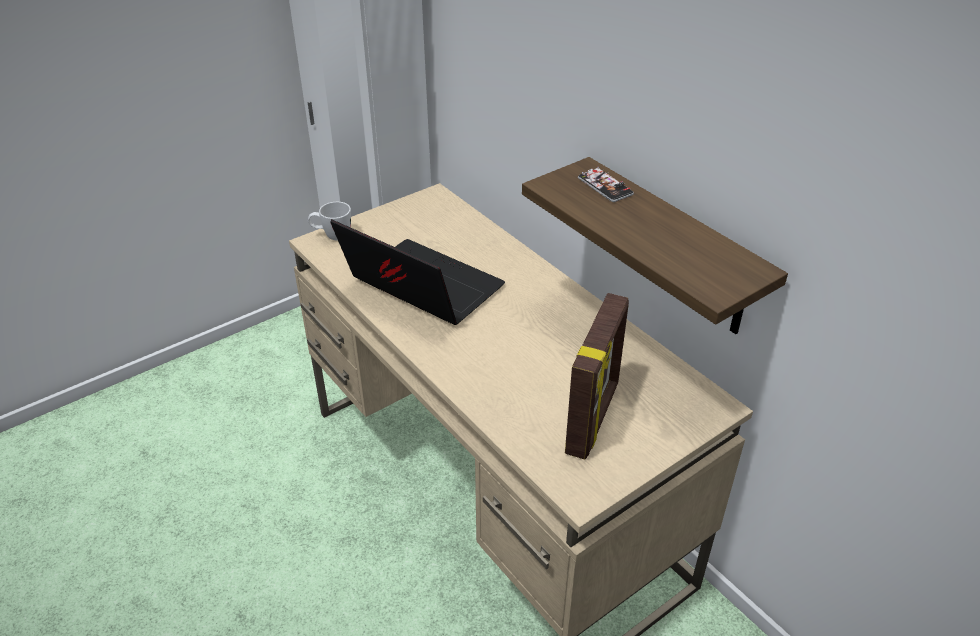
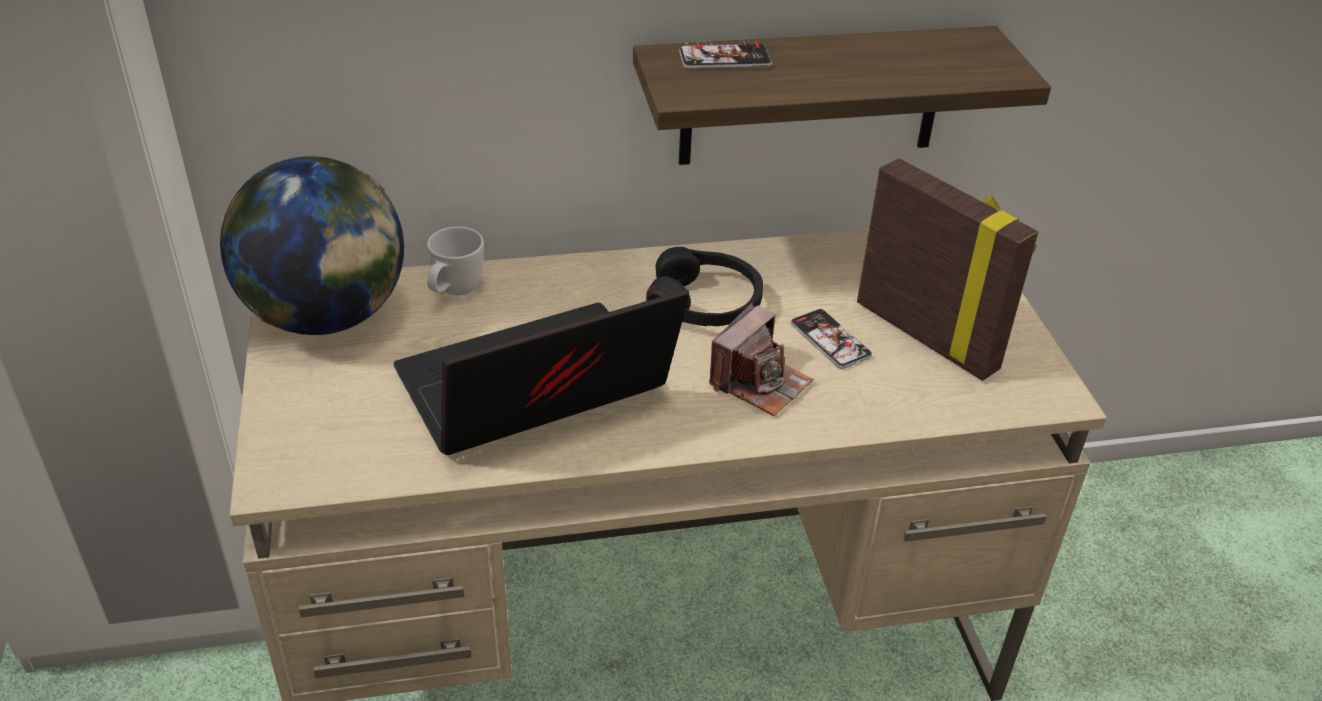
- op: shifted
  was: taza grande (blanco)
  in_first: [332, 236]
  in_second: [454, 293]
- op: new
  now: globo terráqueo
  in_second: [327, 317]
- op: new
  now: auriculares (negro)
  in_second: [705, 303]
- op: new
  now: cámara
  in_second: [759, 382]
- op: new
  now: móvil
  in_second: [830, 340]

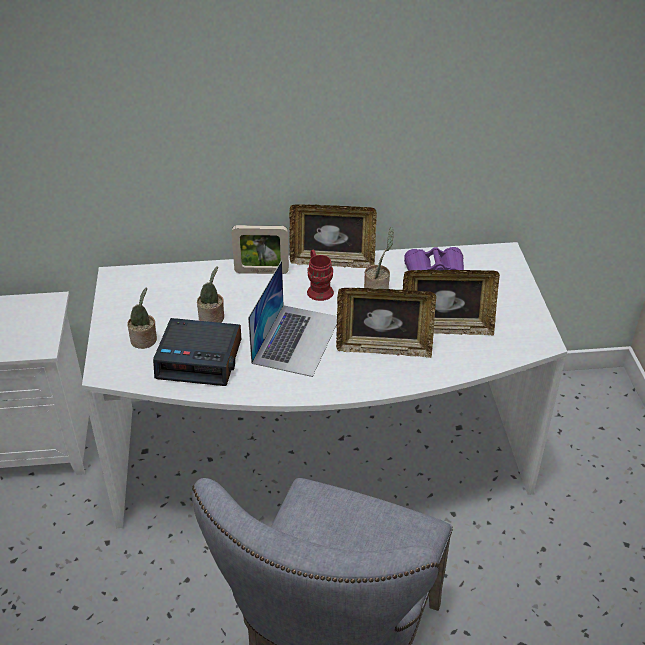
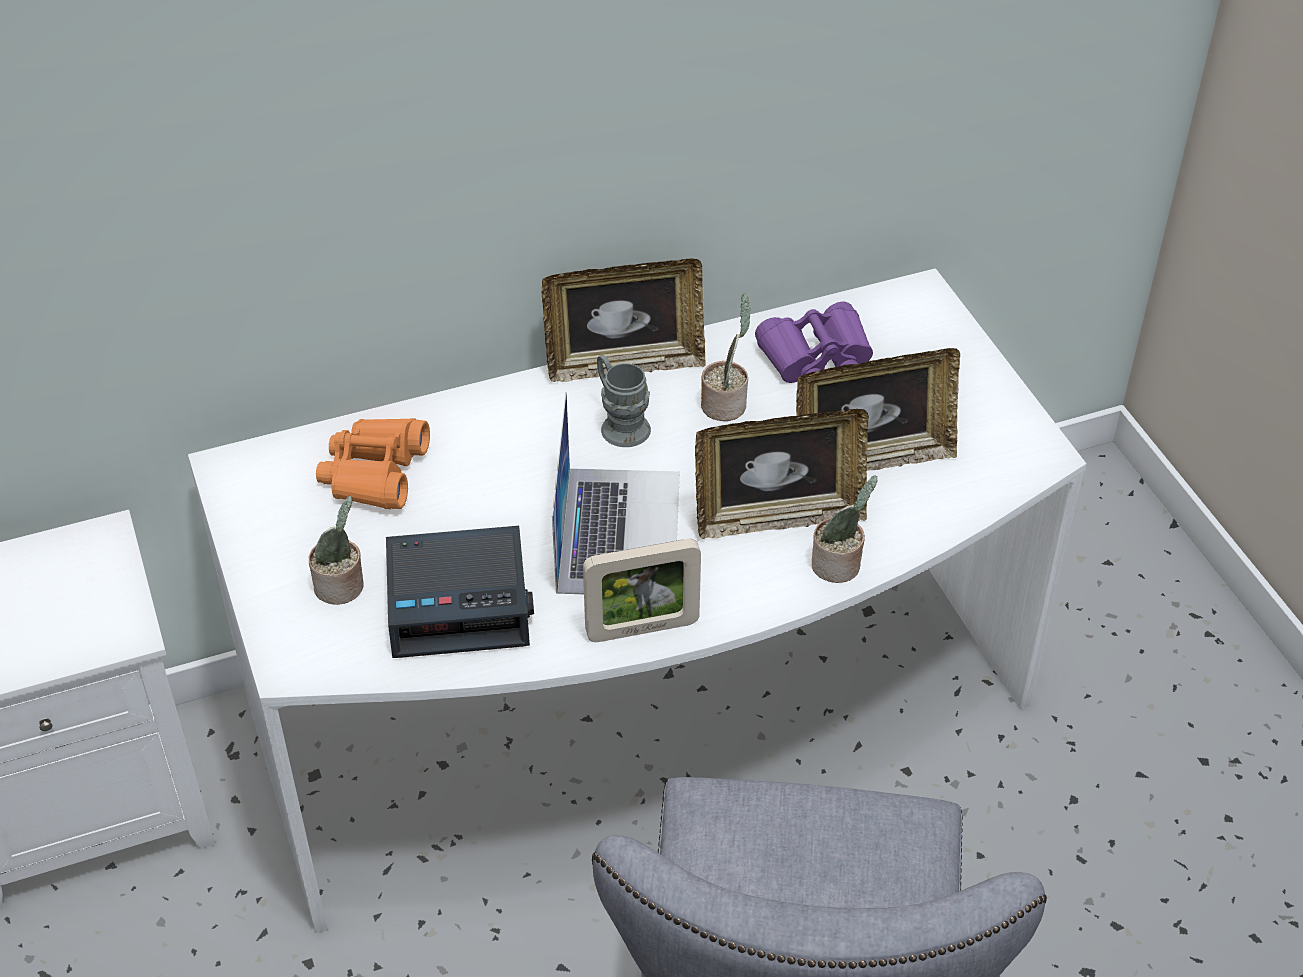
- op: shifted
  was: planta en maceta
  in_first: [212, 319]
  in_second: [839, 566]
- op: shifted
  was: portarretratos
  in_first: [261, 271]
  in_second: [642, 629]
- op: repainted
  was: taza grande (rojo)
  now: taza grande (gris)
  in_first: [318, 289]
  in_second: [620, 424]
- op: new
  now: prismáticos (naranja)
  in_second: [375, 473]

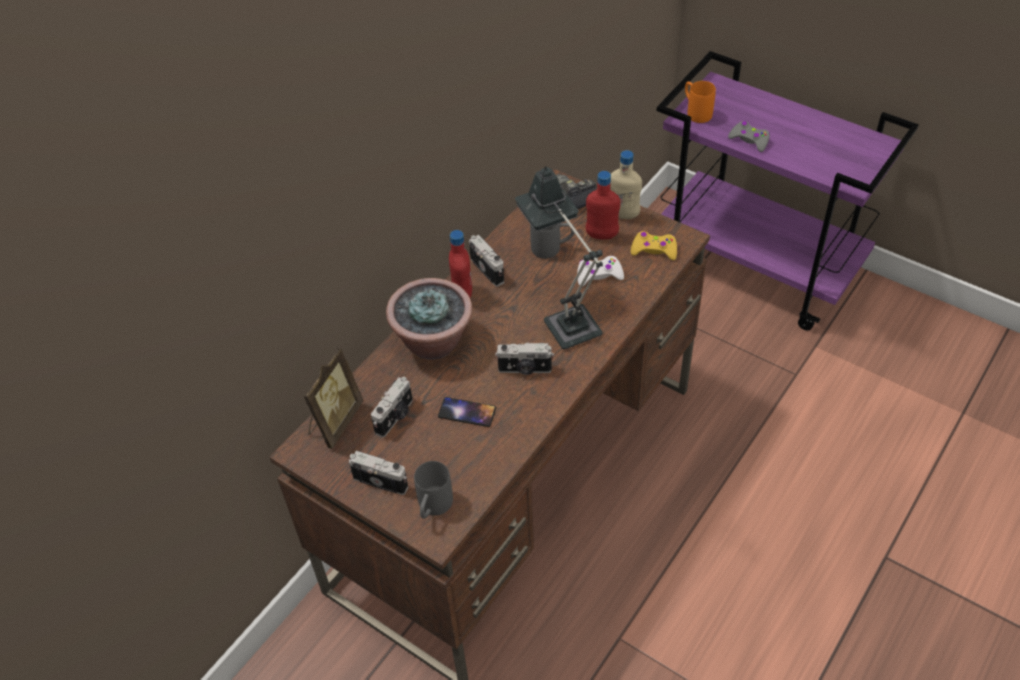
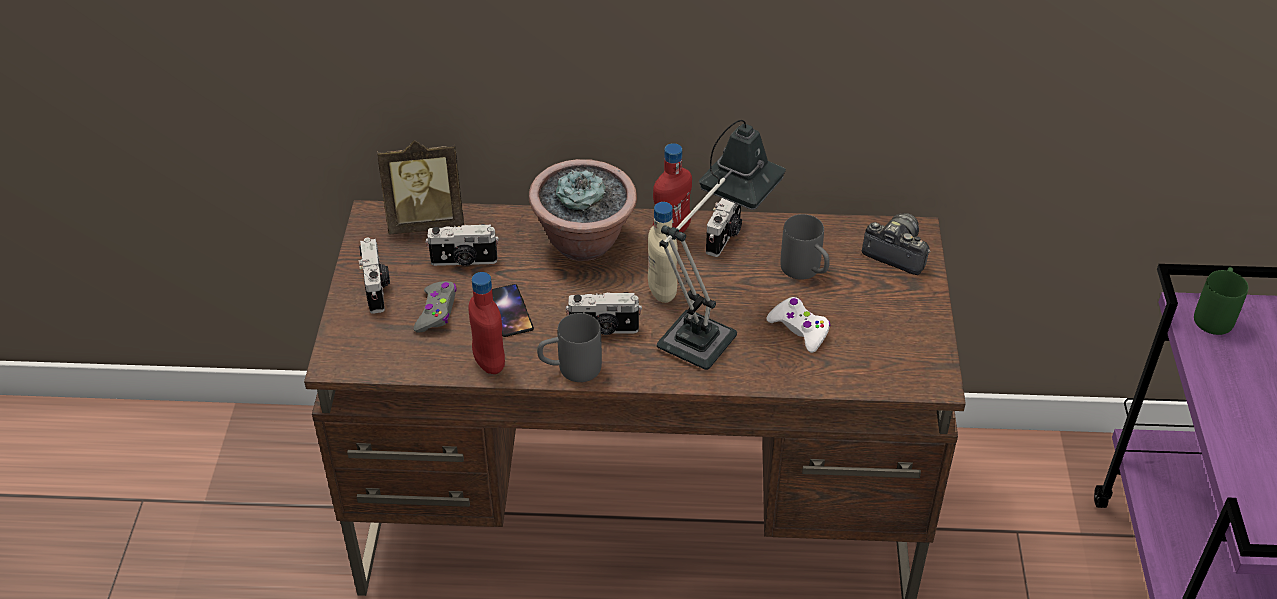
- op: shifted
  was: taza grande (gris)
  in_first: [433, 508]
  in_second: [570, 369]
- op: rotated
  was: cámara
  in_first: [525, 369]
  in_second: [604, 329]
  clockwise: -60
- op: shifted
  was: botella (rojo)
  in_first: [602, 235]
  in_second: [489, 362]
- op: shifted
  was: botella (beis)
  in_first: [623, 214]
  in_second: [662, 291]
- op: gone
  was: mando de consola (amarillo)
  in_first: [654, 250]
- op: repainted
  was: taza grande (naranja)
  now: taza grande (verde)
  in_first: [695, 112]
  in_second: [1215, 315]
- op: shifted
  was: mando de consola (gris)
  in_first: [749, 140]
  in_second: [437, 312]

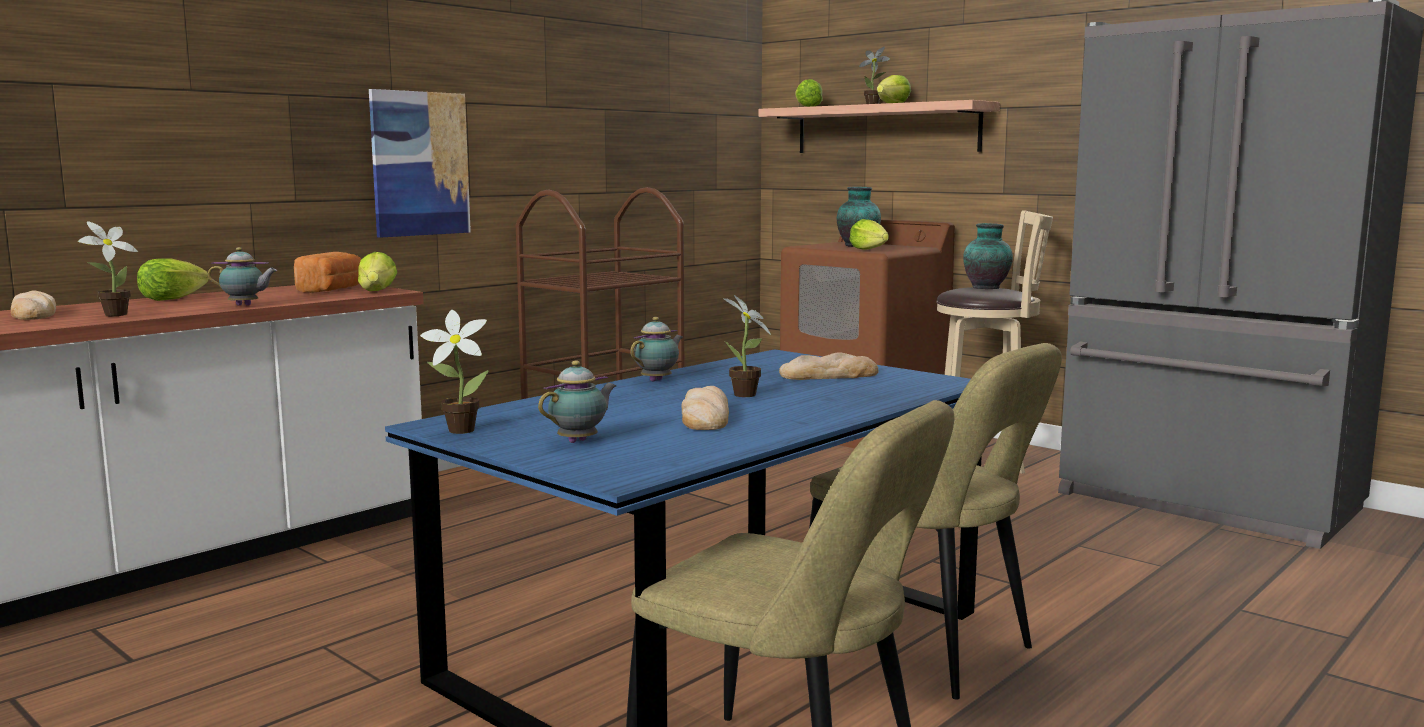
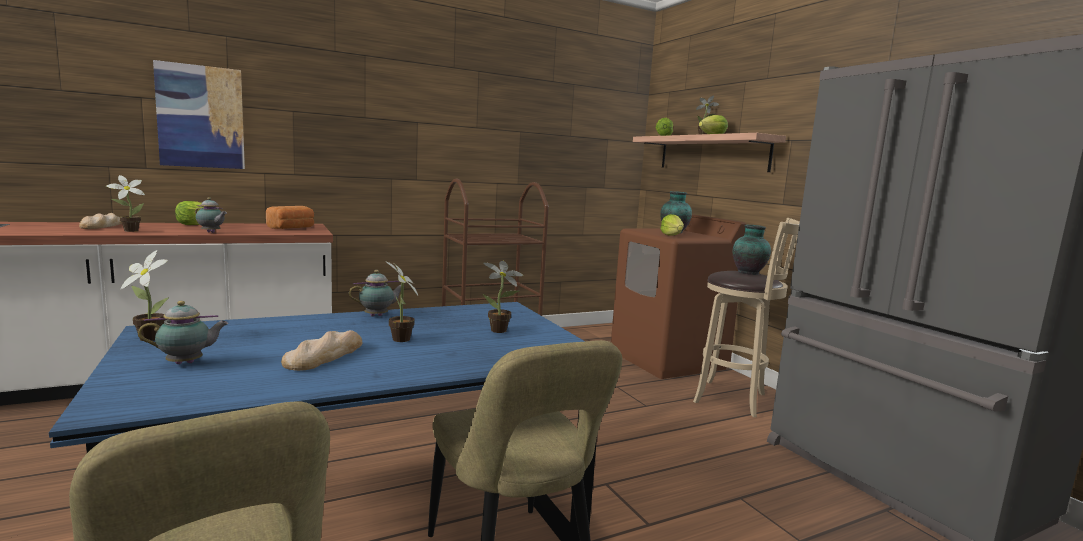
- op: gone
  was: lechuga
  in_first: [377, 291]
- op: shifted
  was: cuadro
  in_first: [420, 164]
  in_second: [201, 117]
- op: swapped
  was: pan
  now: planta en maceta
  in_first: [829, 375]
  in_second: [501, 331]

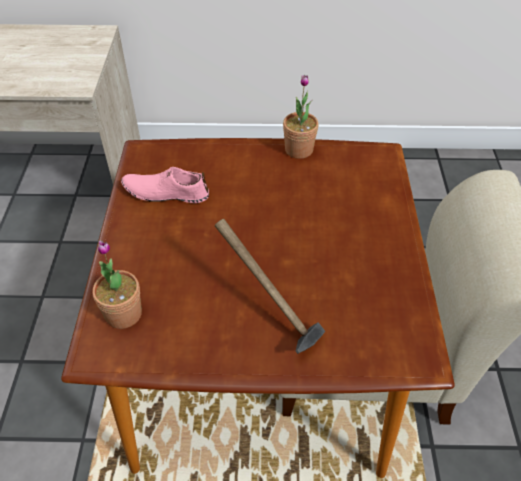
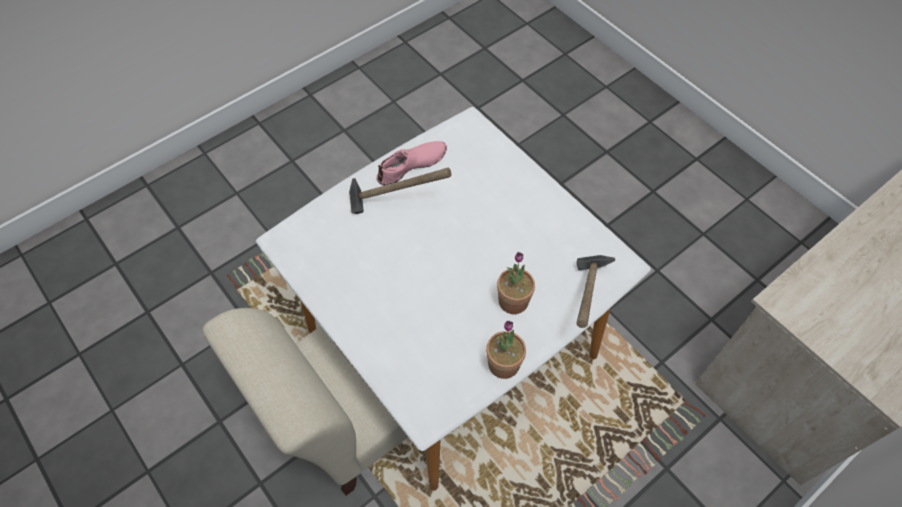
- op: repainted
  was: mesa de comedor (marrón)
  now: mesa de comedor (blanco)
  in_first: [261, 364]
  in_second: [449, 344]
- op: shifted
  was: planta en maceta
  in_first: [123, 314]
  in_second: [513, 301]
- op: shifted
  was: zapato (rosa)
  in_first: [166, 192]
  in_second: [412, 166]
- op: new
  now: martillo
  in_second: [585, 303]

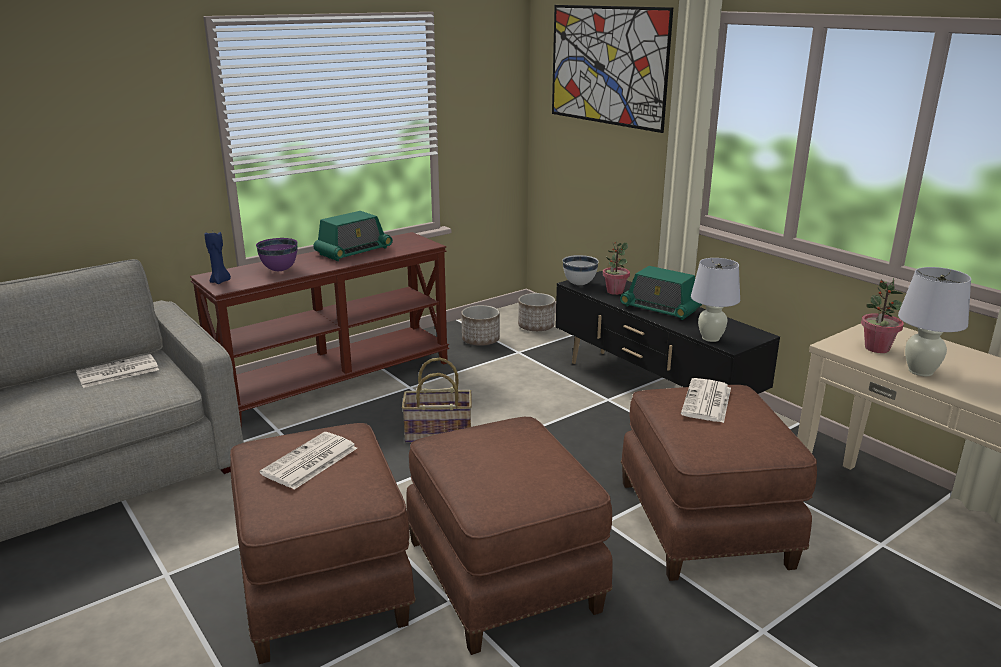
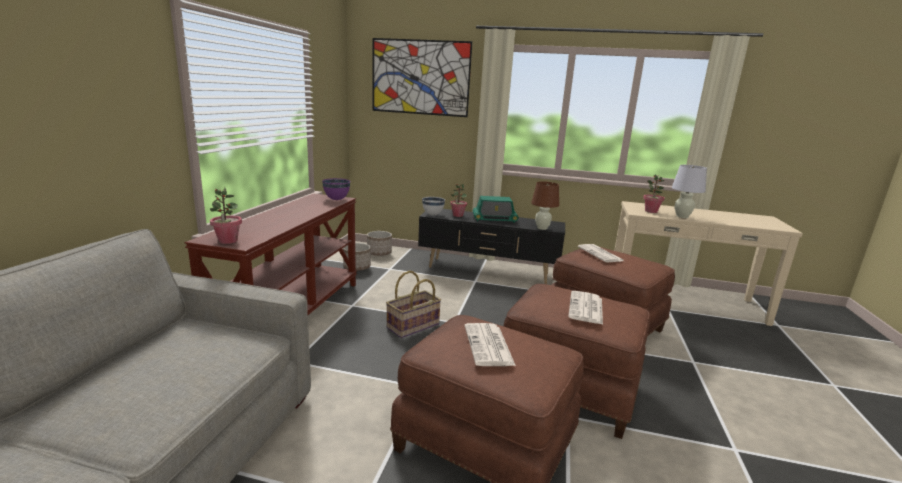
- op: shifted
  was: periódico
  in_first: [117, 372]
  in_second: [586, 308]
- op: swapped
  was: vela (azul)
  now: planta en maceta
  in_first: [220, 281]
  in_second: [228, 241]
- op: shifted
  was: cuenco (morado)
  in_first: [279, 270]
  in_second: [336, 199]
- op: gone
  was: radio
  in_first: [353, 251]
- op: repainted
  was: lámpara de mesa (blanco)
  now: lámpara de mesa (marrón)
  in_first: [710, 338]
  in_second: [542, 228]

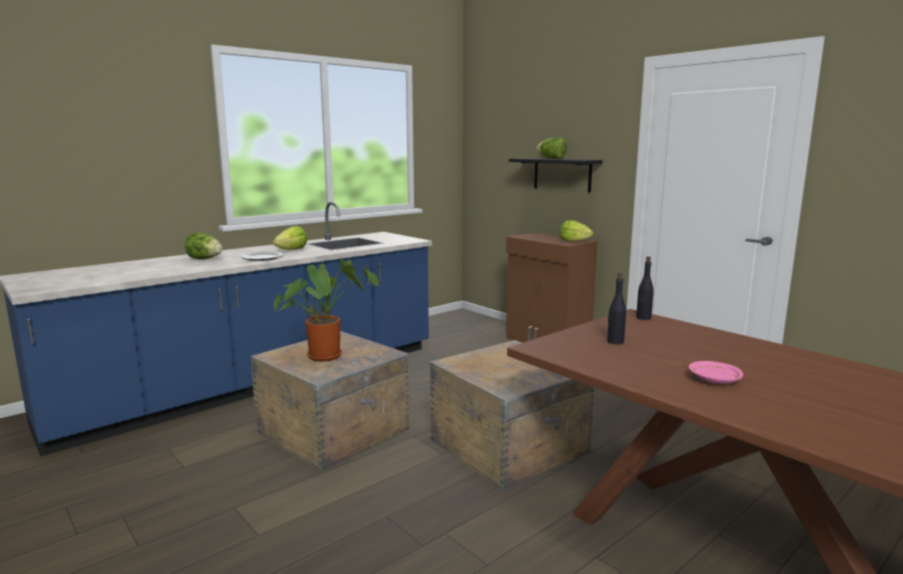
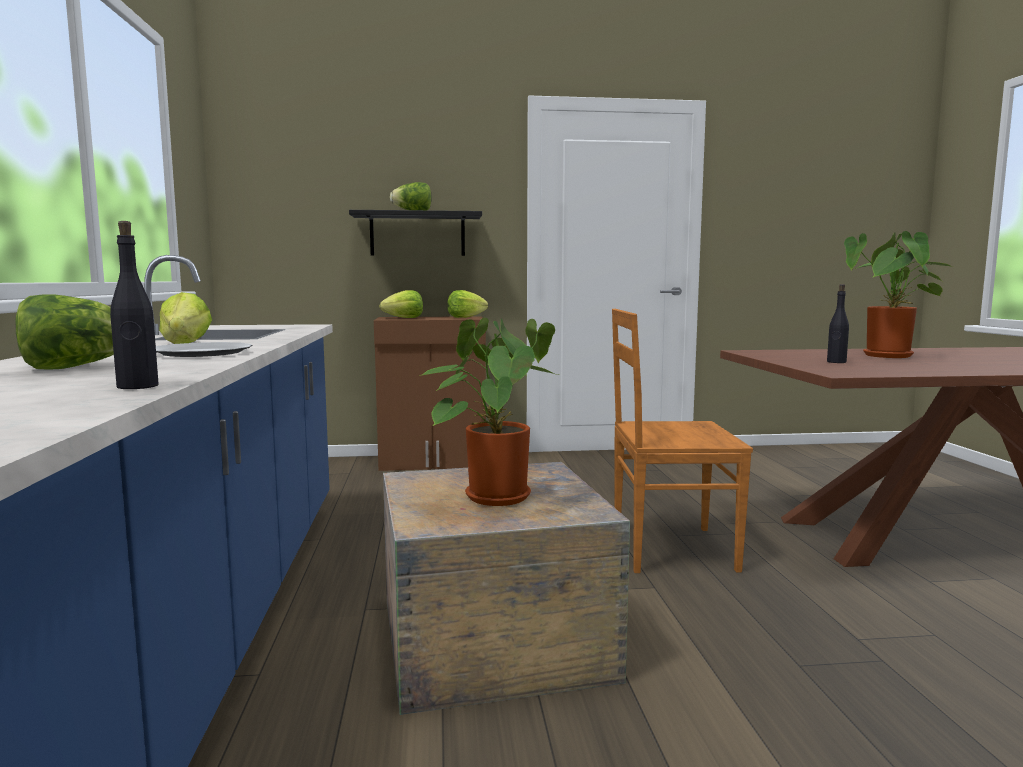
- op: swapped
  was: caja de embalaje
  now: silla (marrón)
  in_first: [509, 445]
  in_second: [668, 549]
- op: shifted
  was: botella (negro)
  in_first: [643, 318]
  in_second: [137, 386]
- op: gone
  was: plato (rosa)
  in_first: [714, 380]
- op: new
  now: lechuga
  in_second: [404, 318]
- op: new
  now: planta en maceta
  in_second: [889, 356]

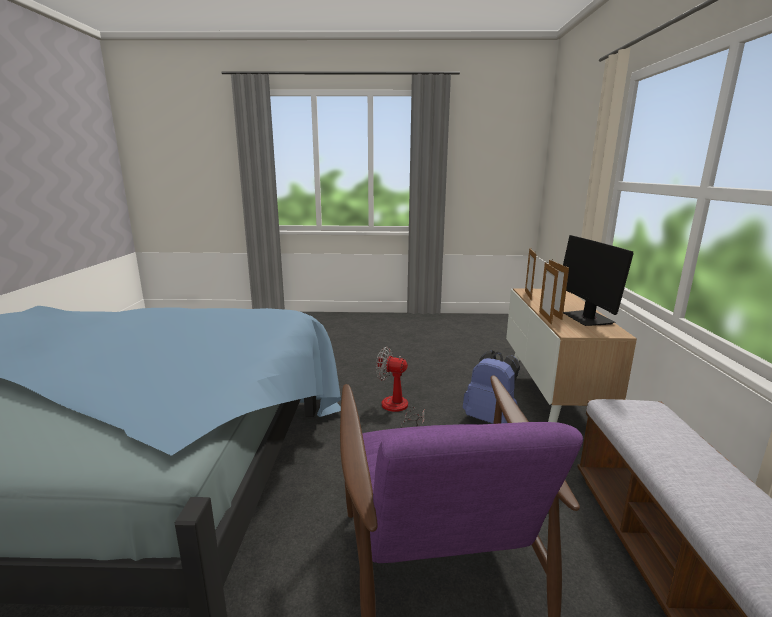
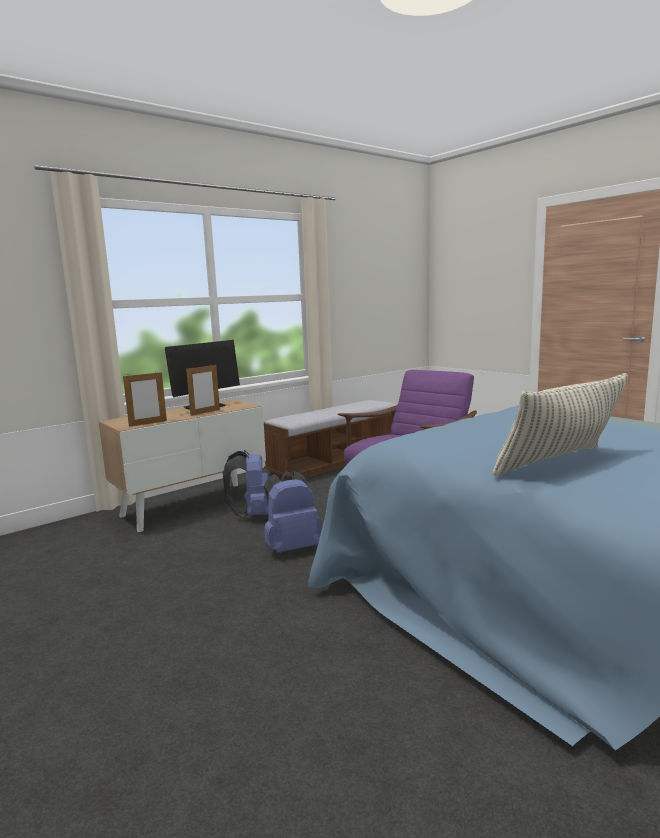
- op: swapped
  was: ventilador
  now: mochila (azul)
  in_first: [398, 410]
  in_second: [292, 548]
- op: gone
  was: portarretratos
  in_first: [545, 318]
- op: new
  now: cojín
  in_second: [558, 463]

